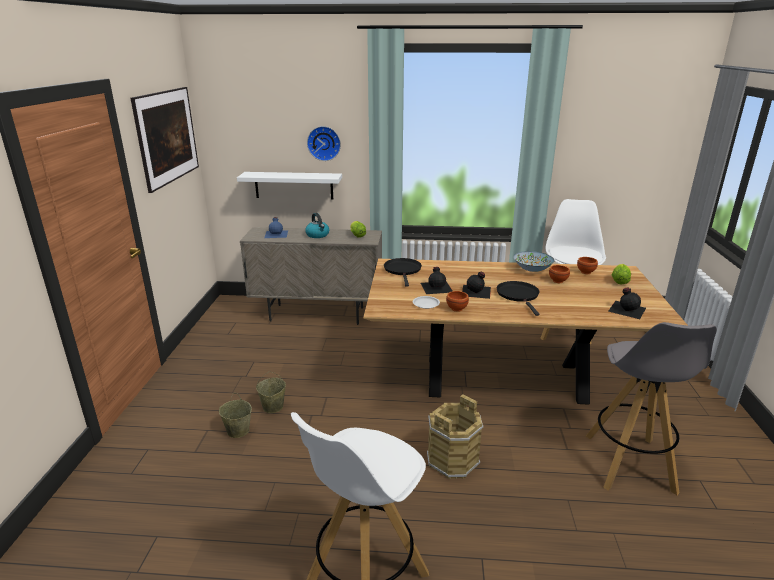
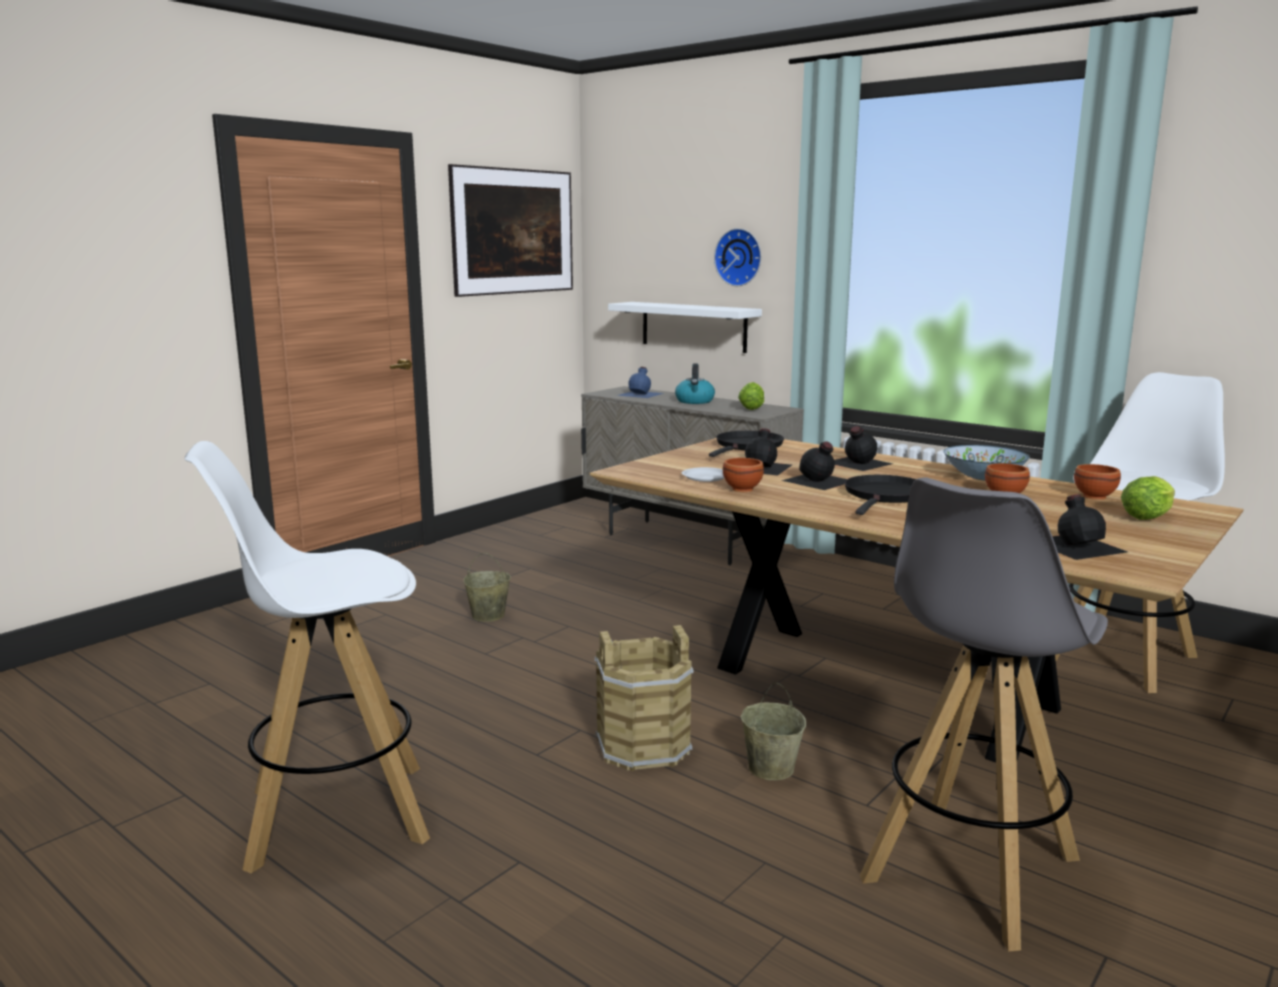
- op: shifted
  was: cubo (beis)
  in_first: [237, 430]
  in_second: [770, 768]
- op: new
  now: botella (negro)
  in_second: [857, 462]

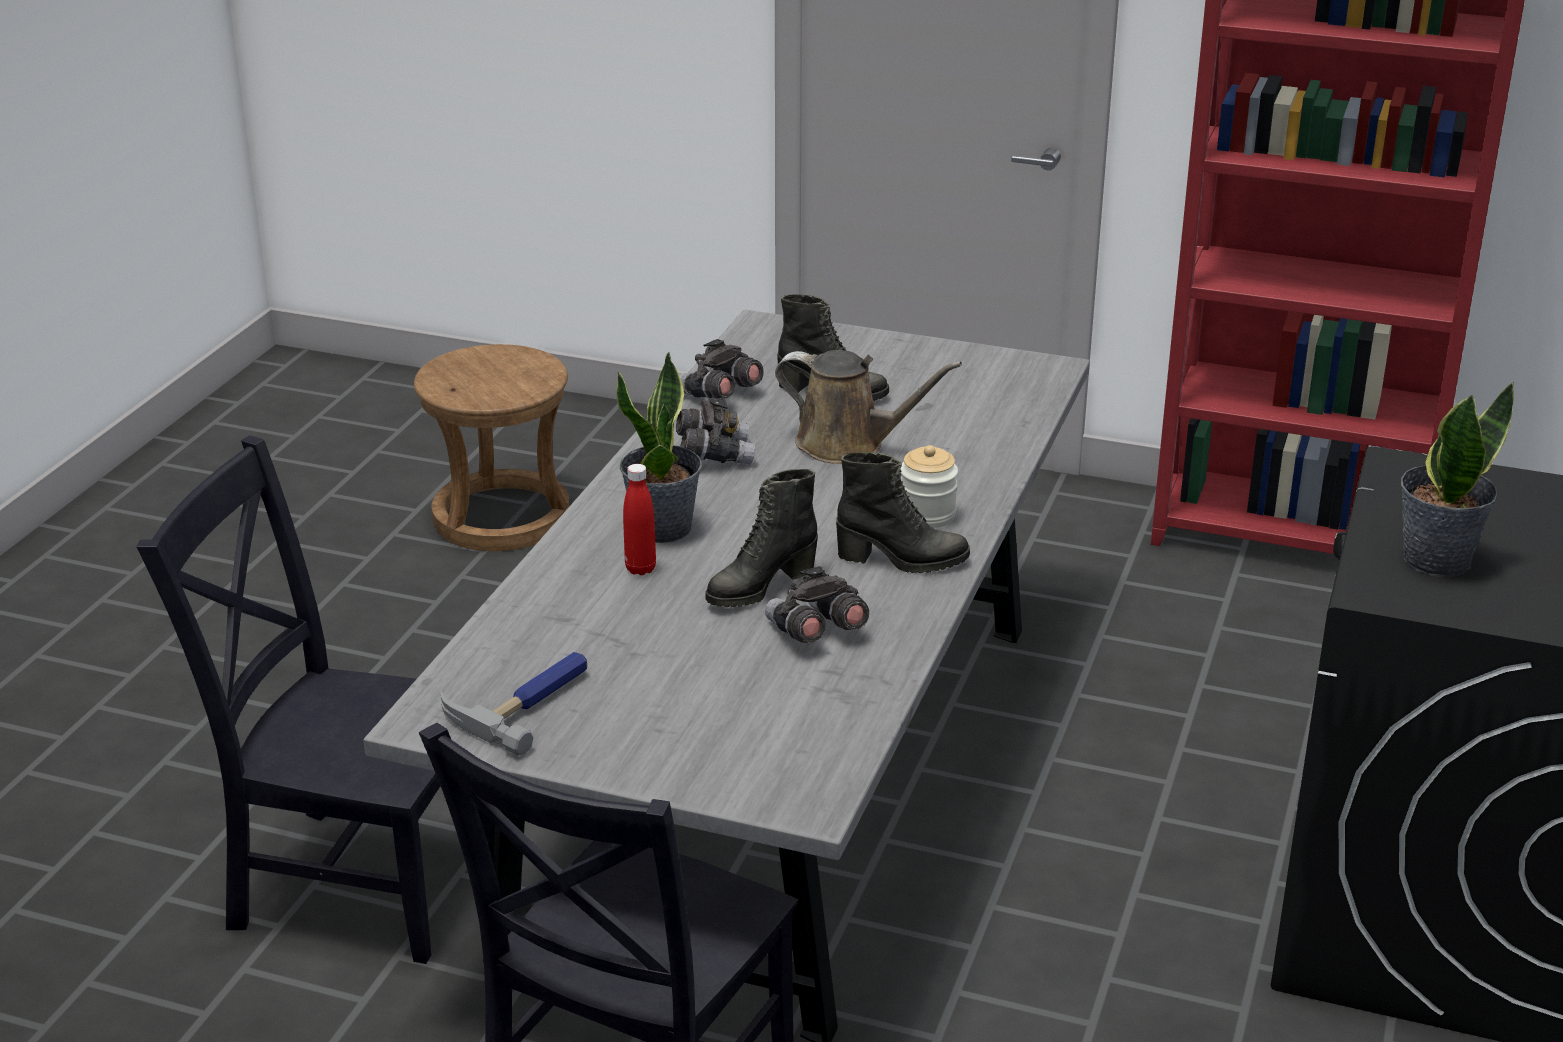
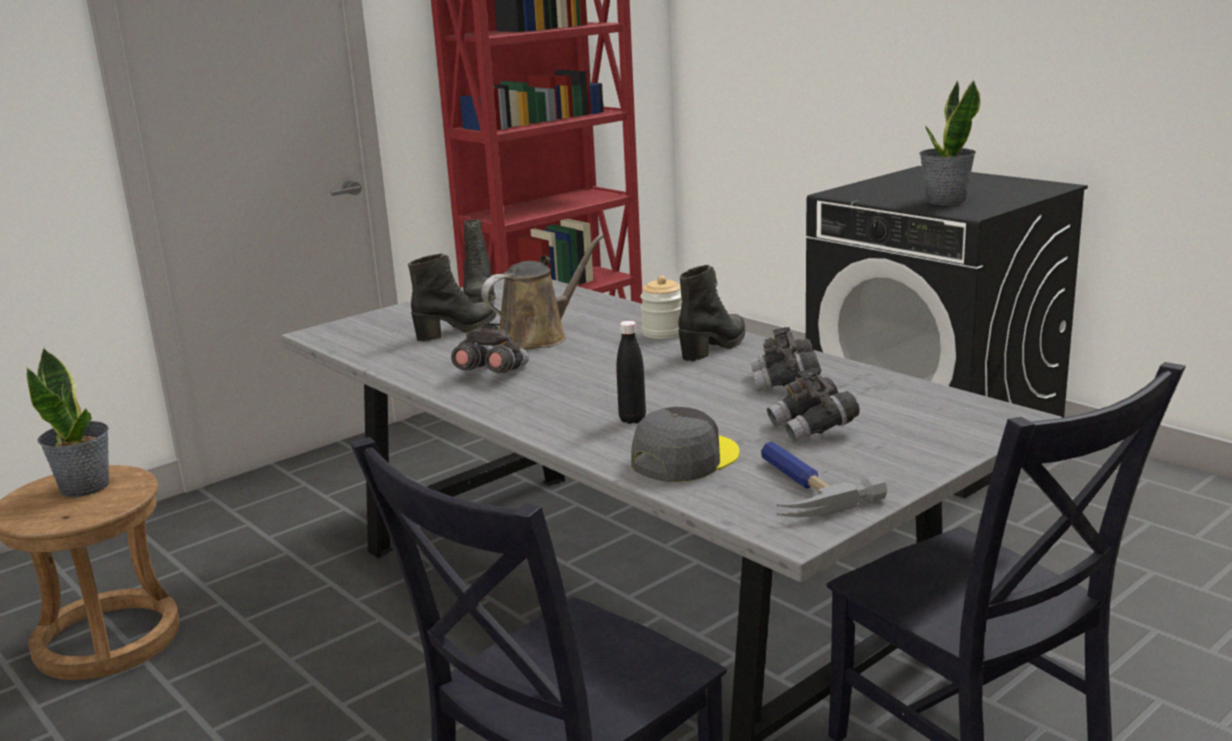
- op: shifted
  was: planta en maceta
  in_first: [663, 528]
  in_second: [85, 486]
- op: repainted
  was: botella (rojo)
  now: botella (negro)
  in_first: [640, 569]
  in_second: [632, 419]
- op: shifted
  was: prismáticos (gris)
  in_first: [718, 395]
  in_second: [813, 429]
- op: shifted
  was: bota (negro)
  in_first: [760, 587]
  in_second: [478, 296]
- op: new
  now: gorra (gris)
  in_second: [684, 458]

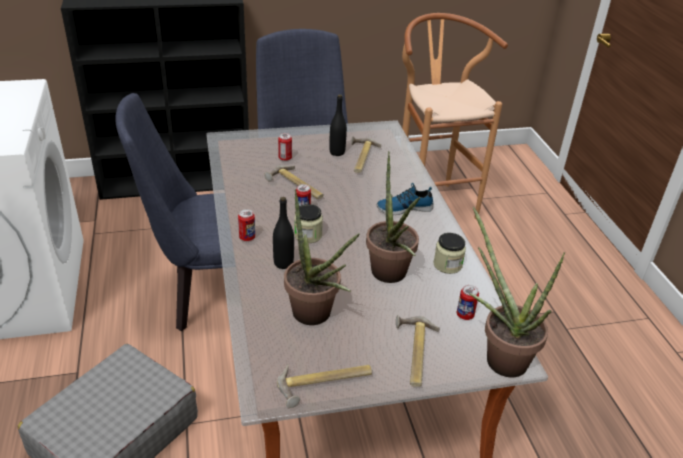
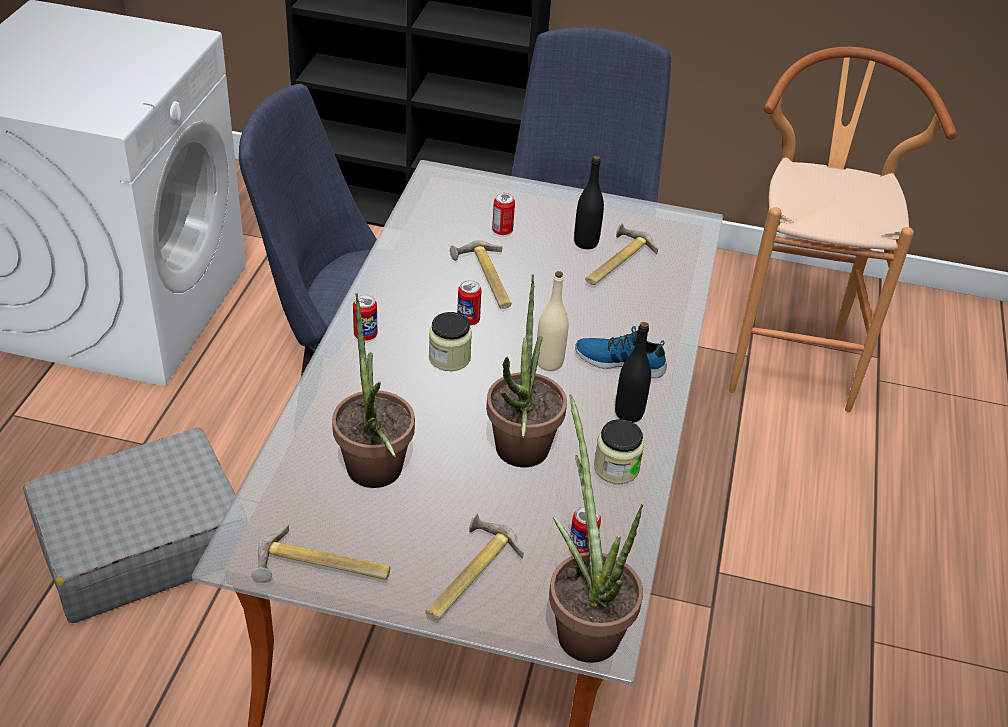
- op: shifted
  was: botella (negro)
  in_first: [283, 263]
  in_second: [629, 413]
- op: new
  now: botella (beis)
  in_second: [549, 362]

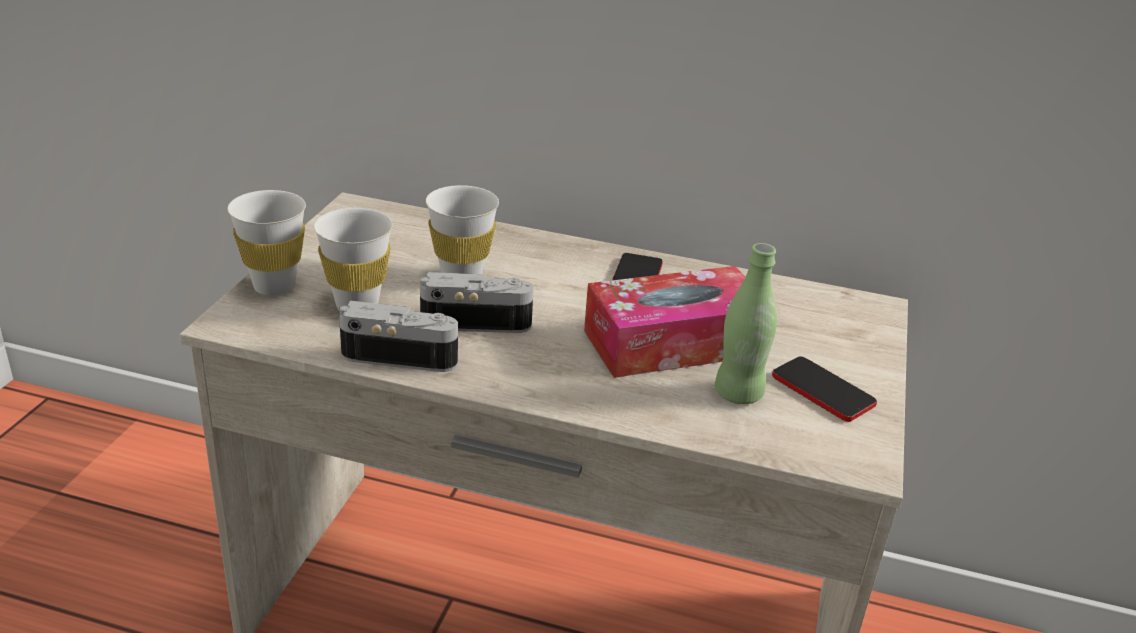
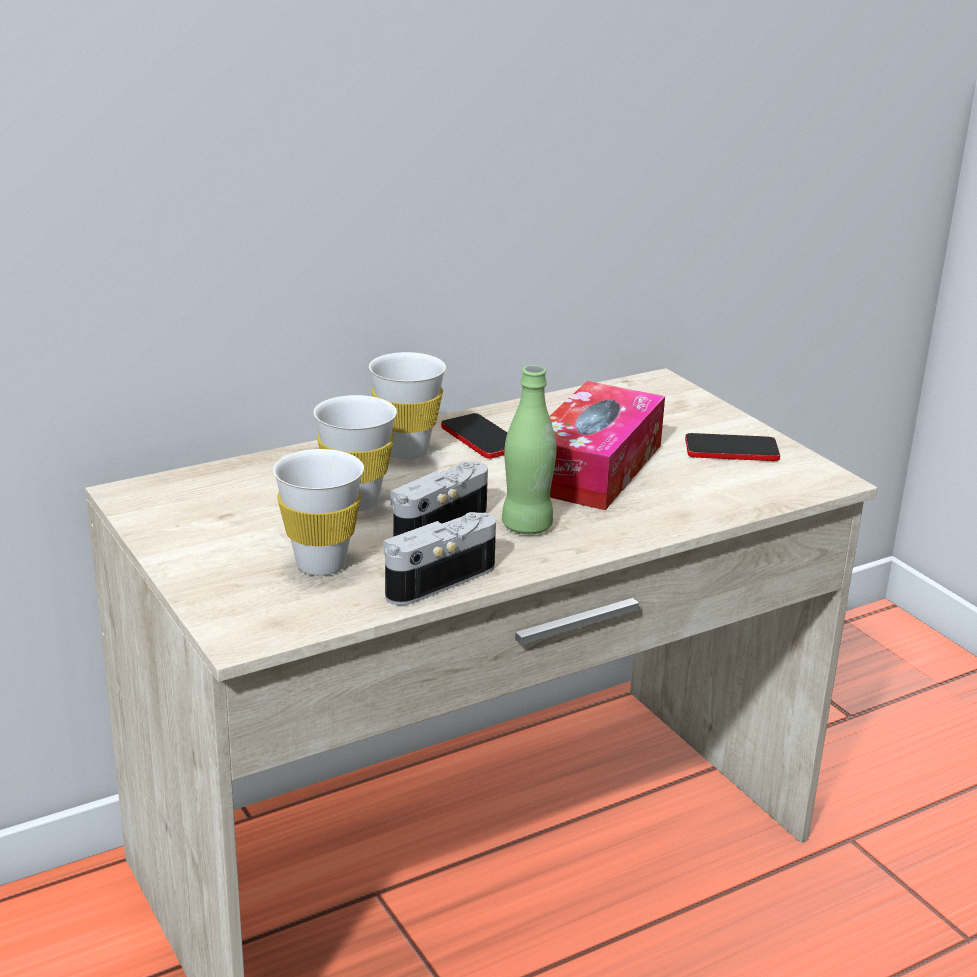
- op: shifted
  was: taza (blanco)
  in_first: [274, 286]
  in_second: [407, 452]
- op: shifted
  was: botella (verde)
  in_first: [738, 393]
  in_second: [527, 526]

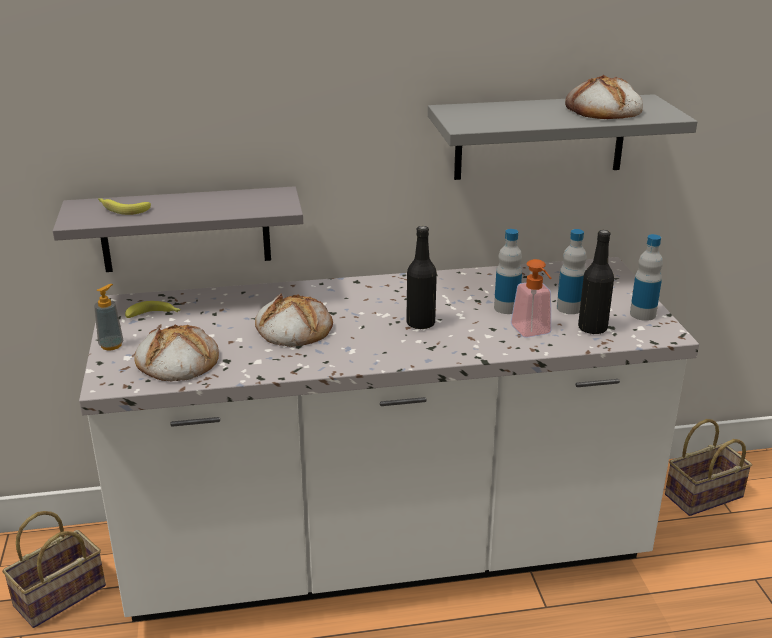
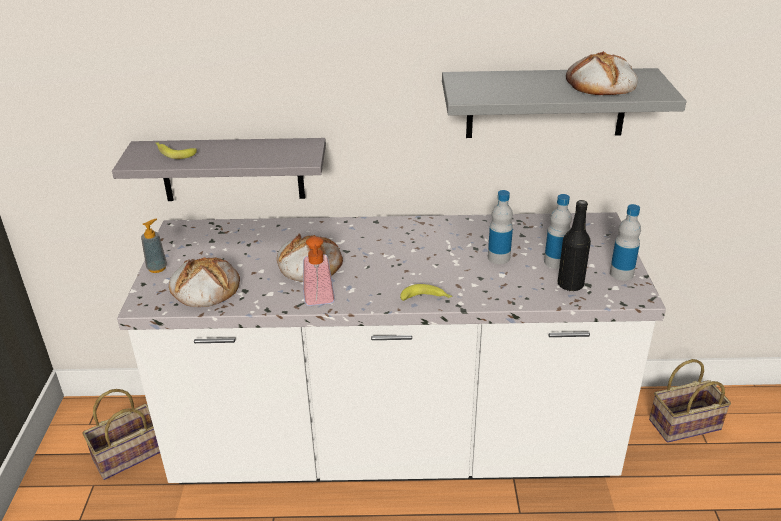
- op: shifted
  was: plátano
  in_first: [154, 315]
  in_second: [426, 299]
- op: gone
  was: botella (negro)
  in_first: [420, 323]
- op: shifted
  was: dispensador de jabón
  in_first: [533, 333]
  in_second: [319, 301]

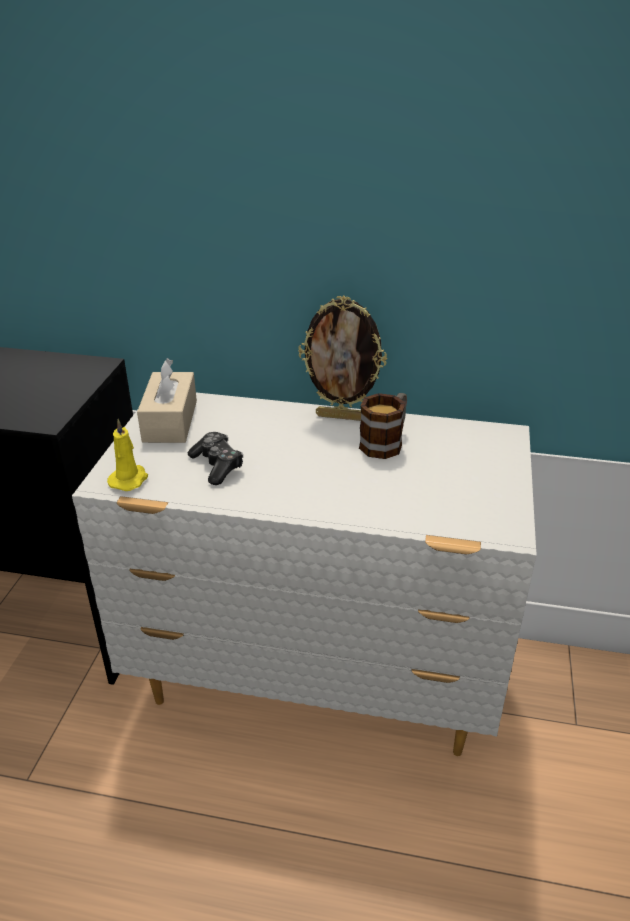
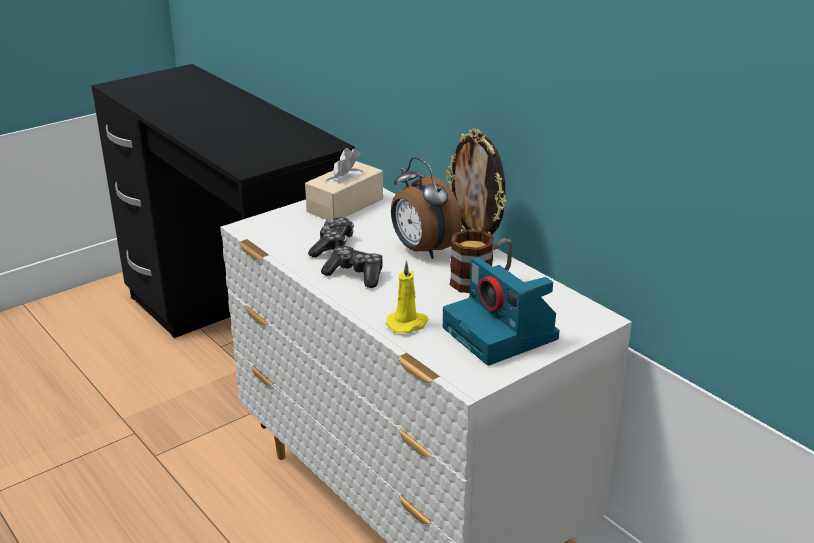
- op: shifted
  was: vela (amarillo)
  in_first: [129, 479]
  in_second: [408, 324]
- op: new
  now: mando de consola
  in_second: [355, 274]
- op: new
  now: despertador
  in_second: [422, 250]
- op: new
  now: cámara
  in_second: [502, 334]

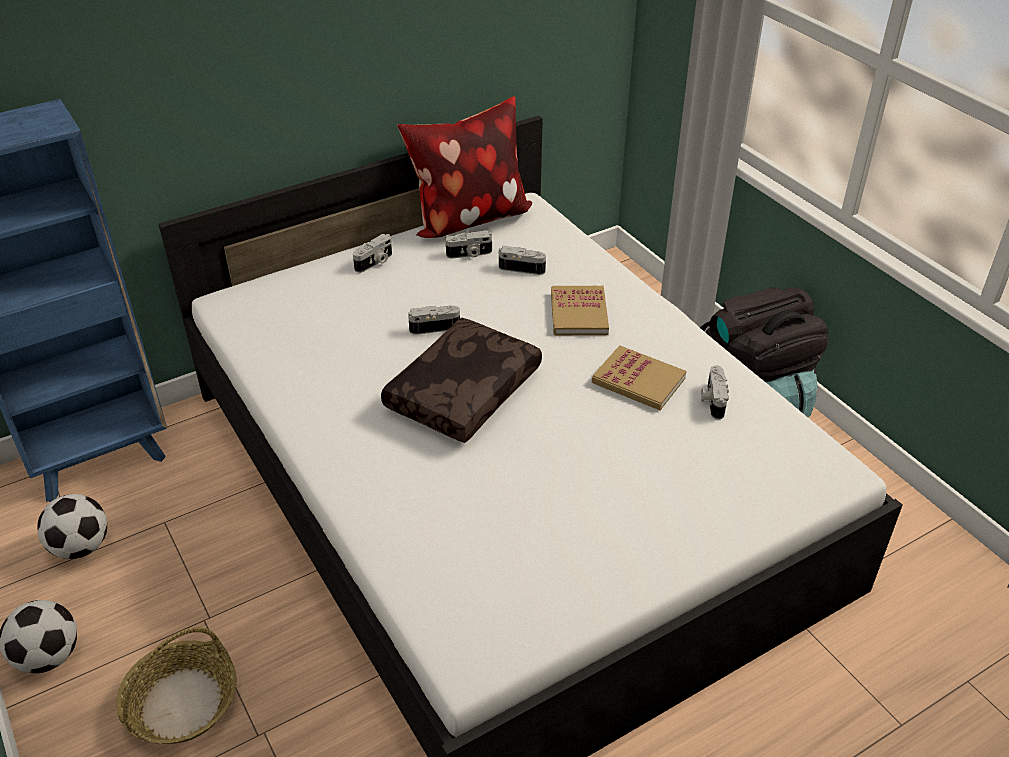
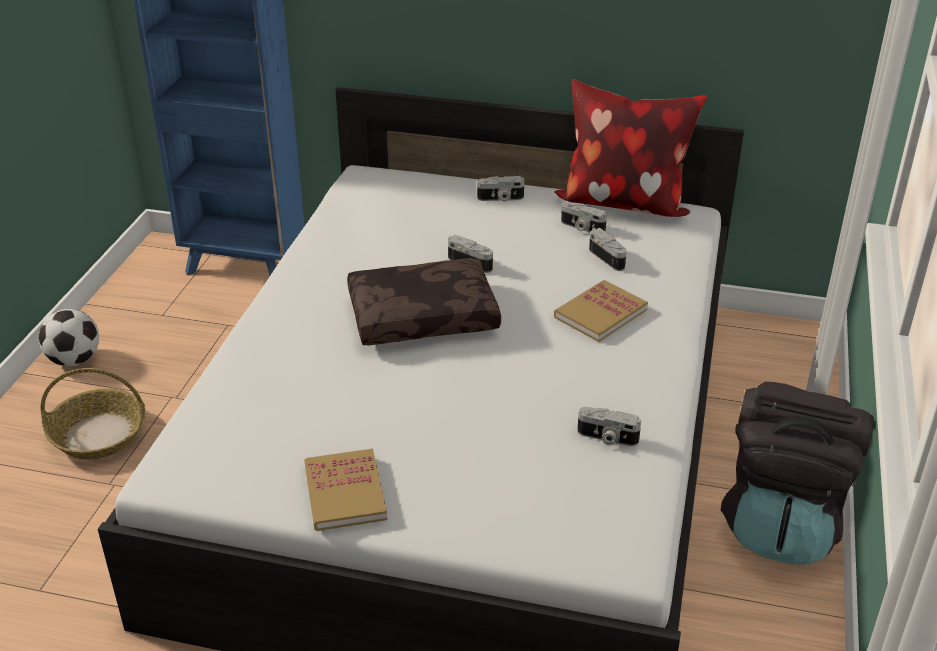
- op: gone
  was: balón de fútbol
  in_first: [81, 547]
- op: shifted
  was: libro
  in_first: [638, 381]
  in_second: [345, 492]
- op: rotated
  was: cámara
  in_first: [712, 400]
  in_second: [607, 438]
  clockwise: -120

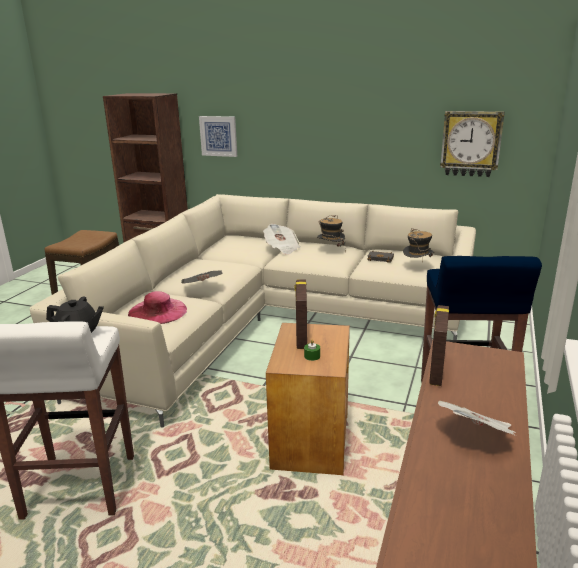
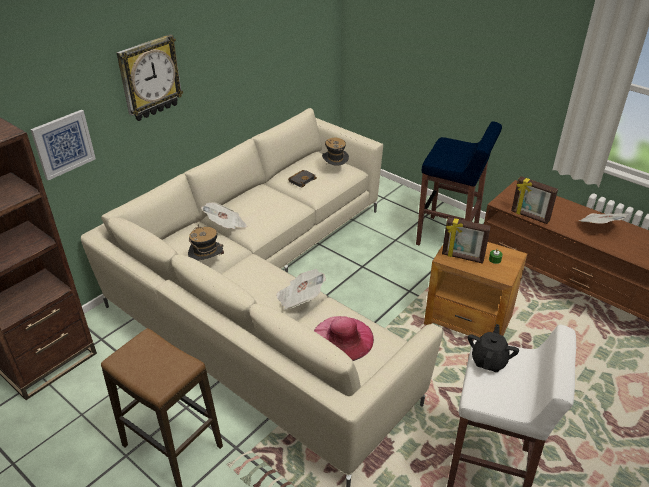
- op: shifted
  was: sombrero
  in_first: [330, 251]
  in_second: [207, 264]
- op: shifted
  was: reloj de pared
  in_first: [471, 143]
  in_second: [149, 78]

